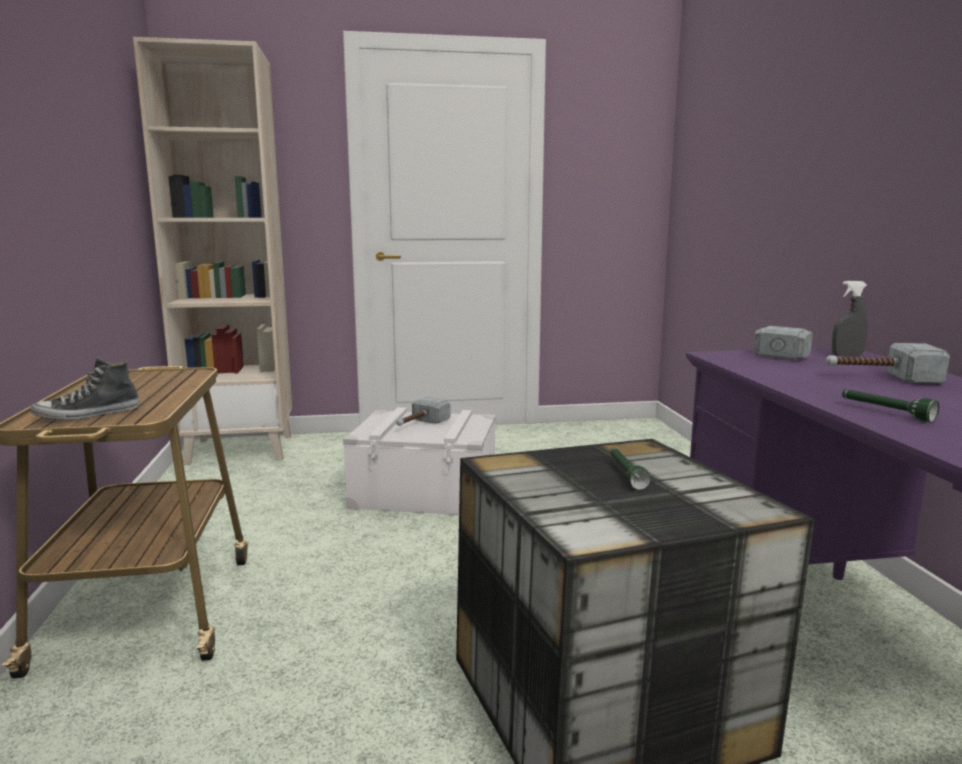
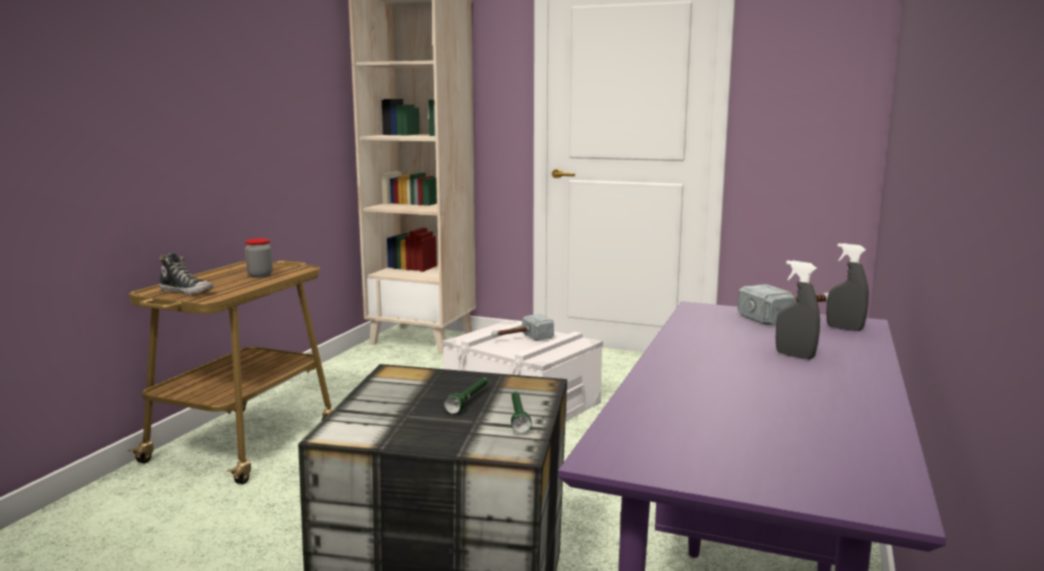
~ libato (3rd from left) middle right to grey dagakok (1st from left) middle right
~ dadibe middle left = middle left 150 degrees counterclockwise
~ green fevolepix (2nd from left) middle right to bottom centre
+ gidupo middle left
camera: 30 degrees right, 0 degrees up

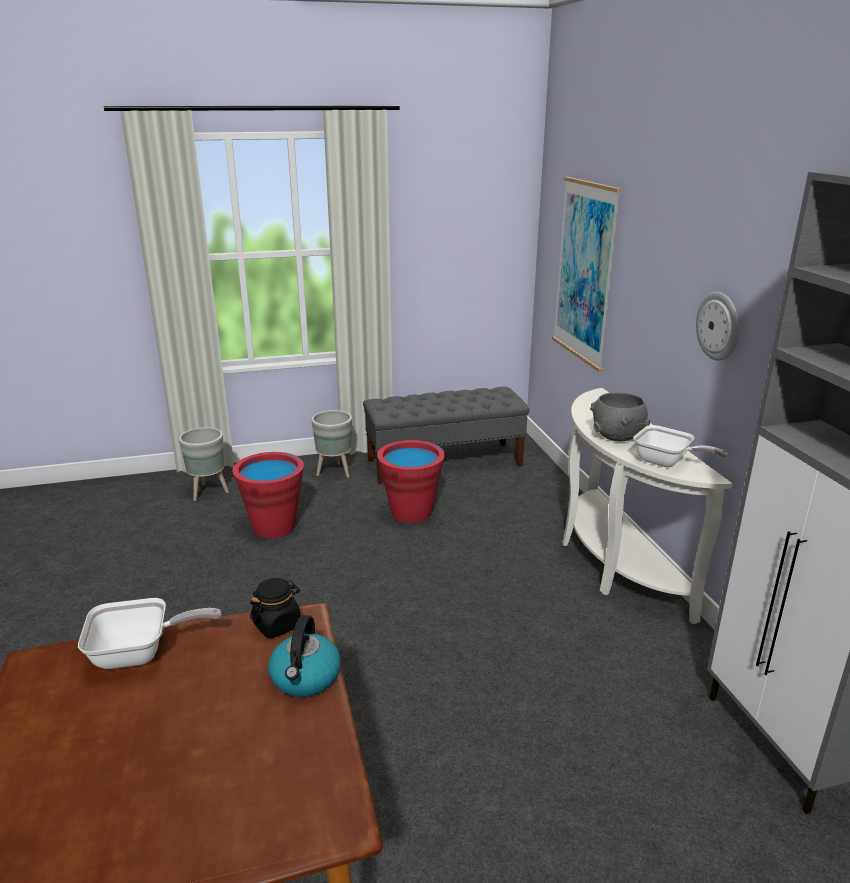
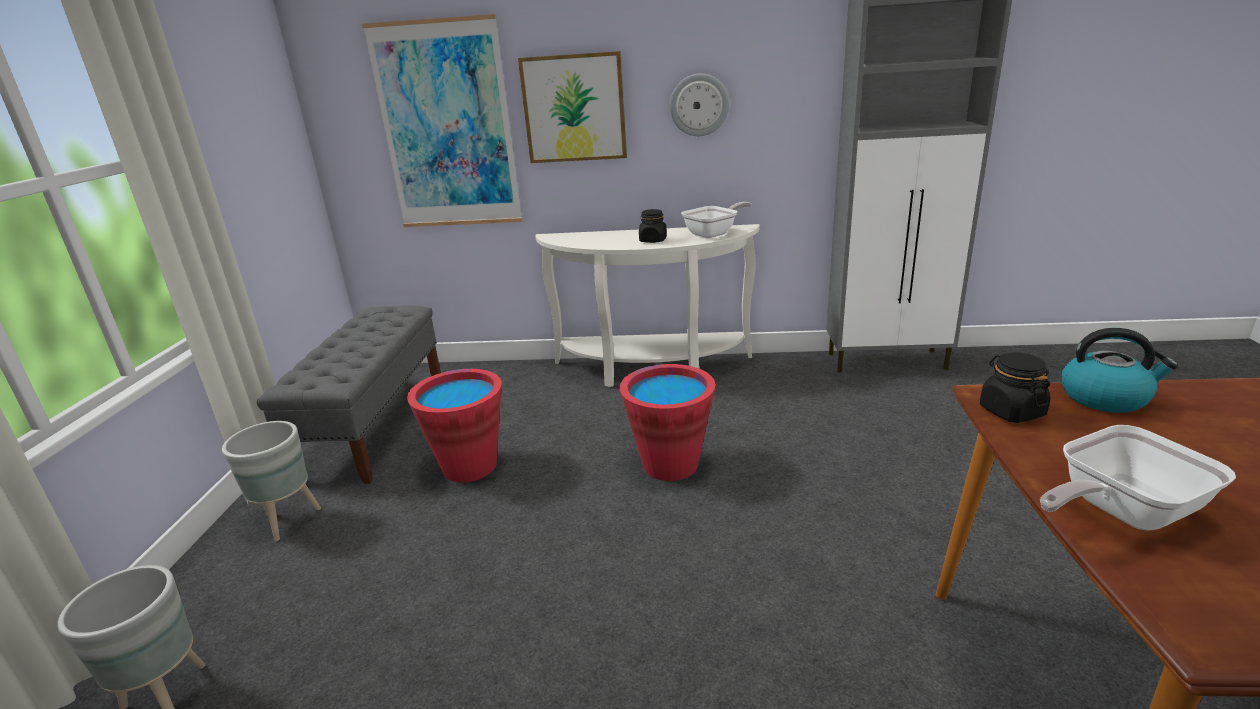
~ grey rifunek middle right to black gidupo (1st from left) top centre
~ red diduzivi (1st from left in the first image) middle left to red diduzivi (2nd from left) centre
~ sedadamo (1st from left in the first image) bottom left = bottom right 120 degrees counterclockwise
+ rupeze (2nd from left) top centre
camera: 70 degrees left, 0 degrees up

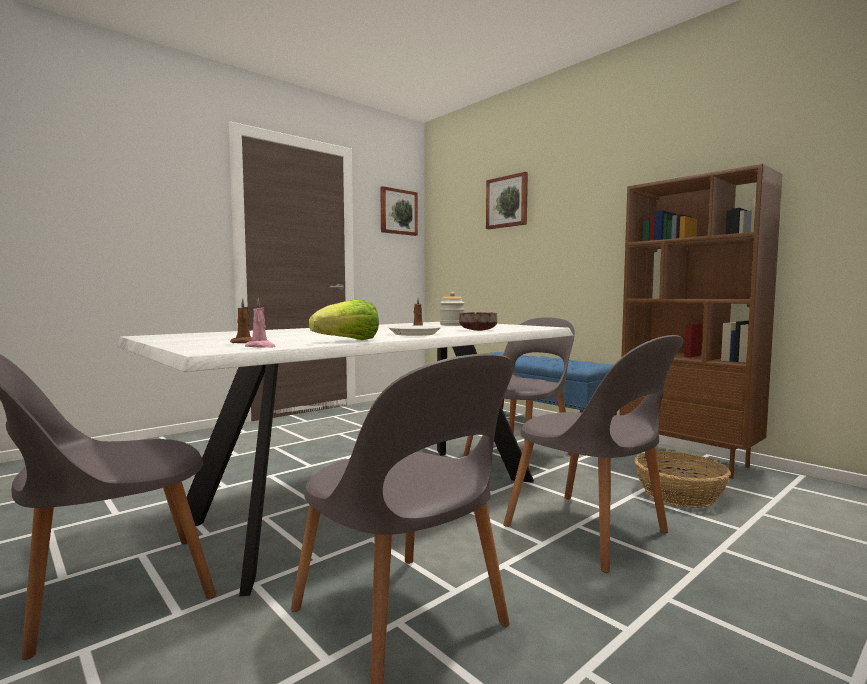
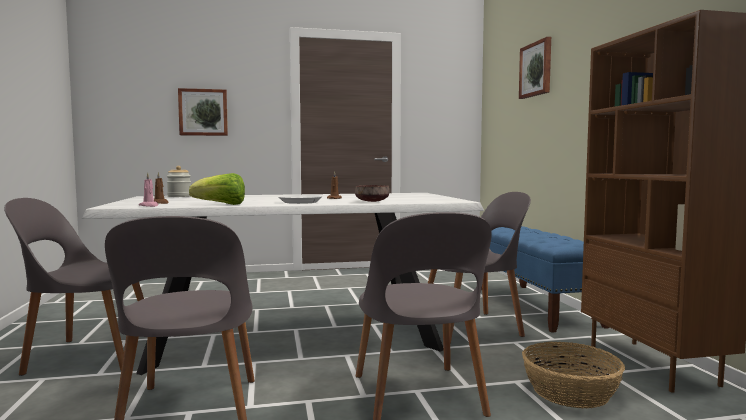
~ rupeze (1st from left) top centre to top left
~ gidupo centre to middle left
camera: 30 degrees right, 0 degrees up

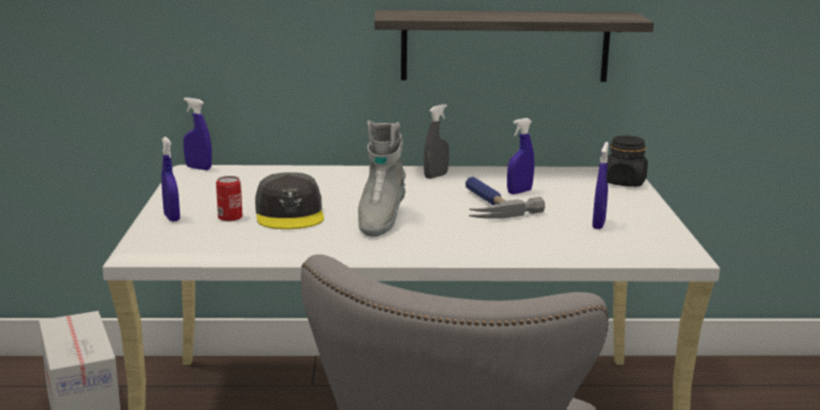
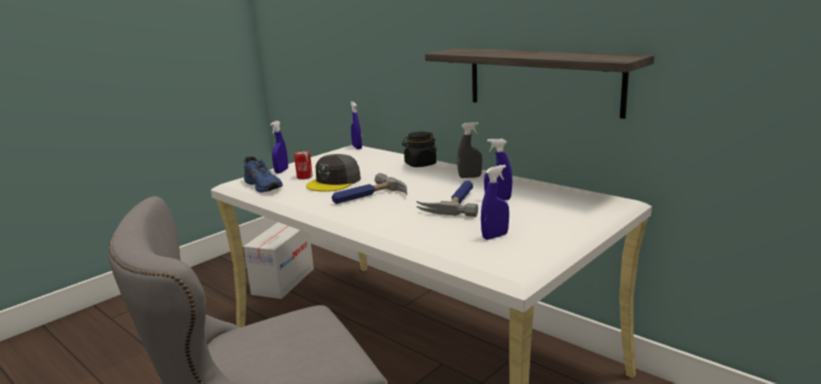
~ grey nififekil centre to libato (1st from left) centre
~ black gidupo middle right to centre
+ blue dadibe middle left
camera: 45 degrees right, 0 degrees up

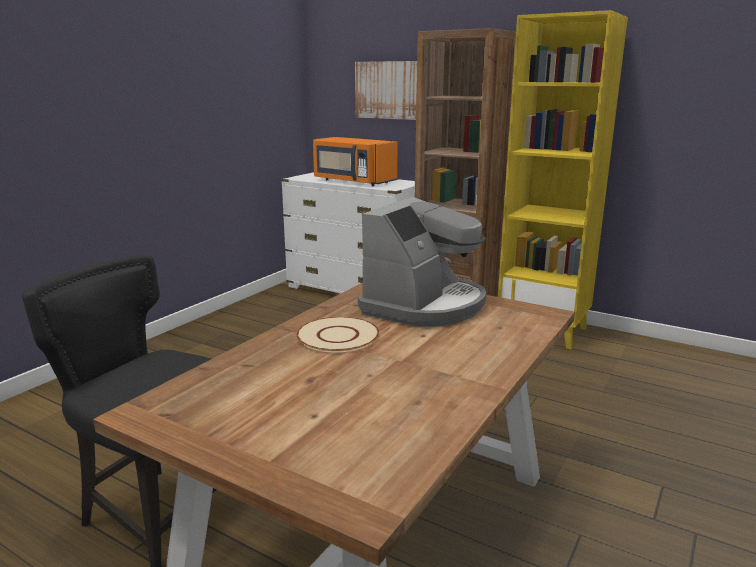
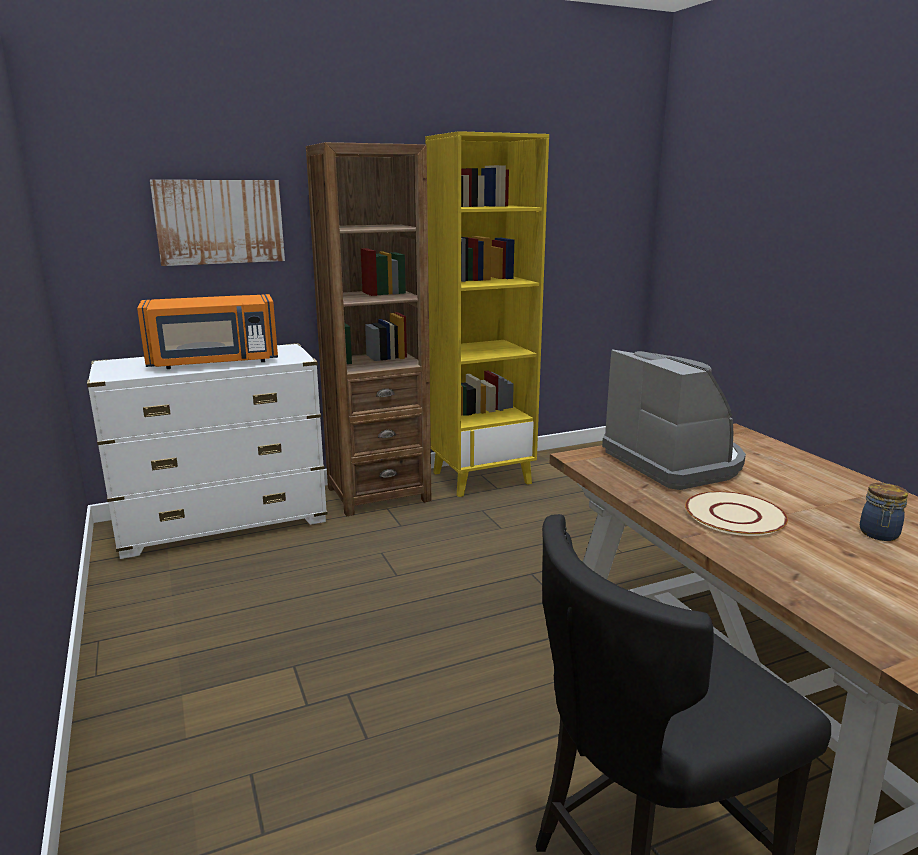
+ gidupo middle right
camera: 55 degrees left, 0 degrees up

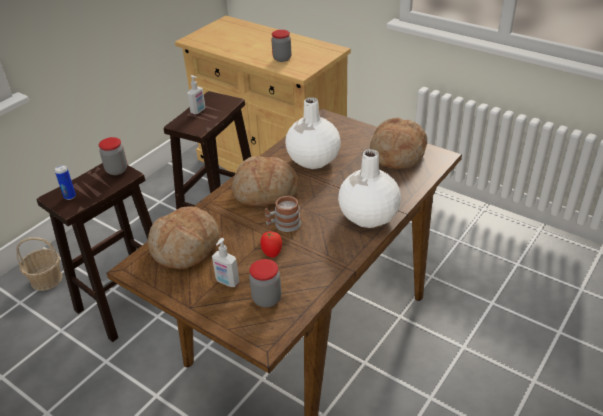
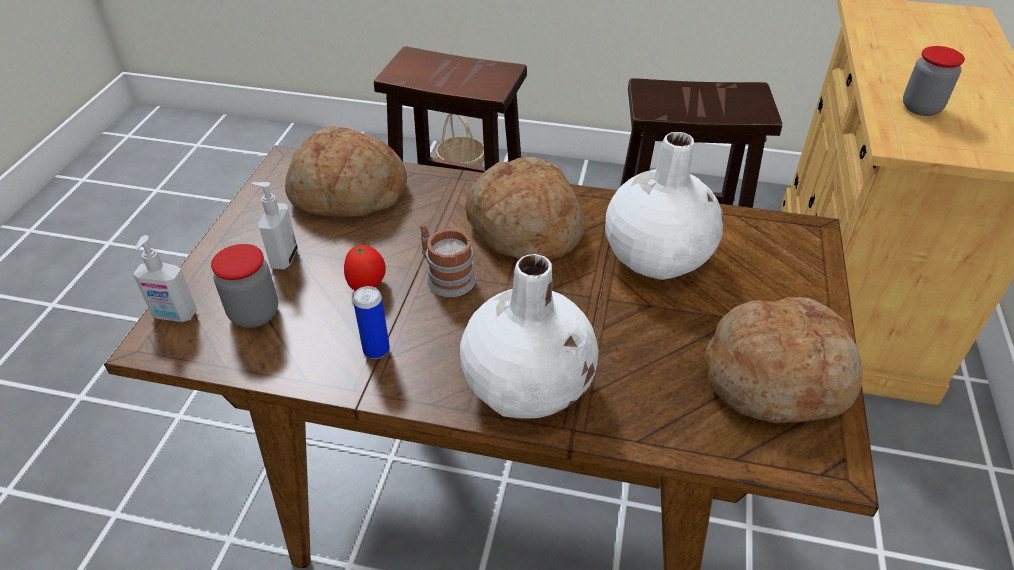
~ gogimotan (1st from left) top left to middle left
- gidupo (1st from left) middle left
~ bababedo middle left to centre
camera: 65 degrees right, 5 degrees up

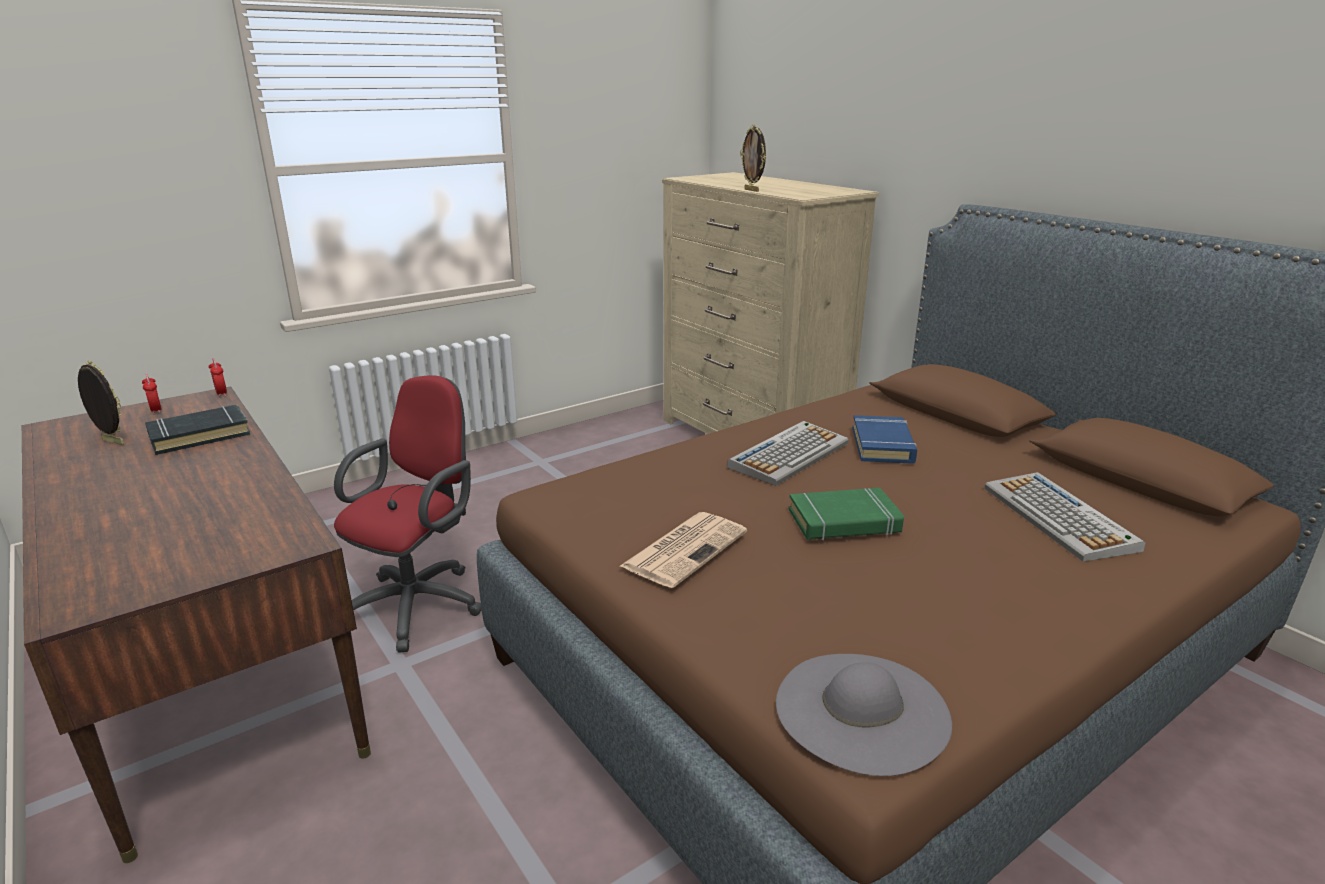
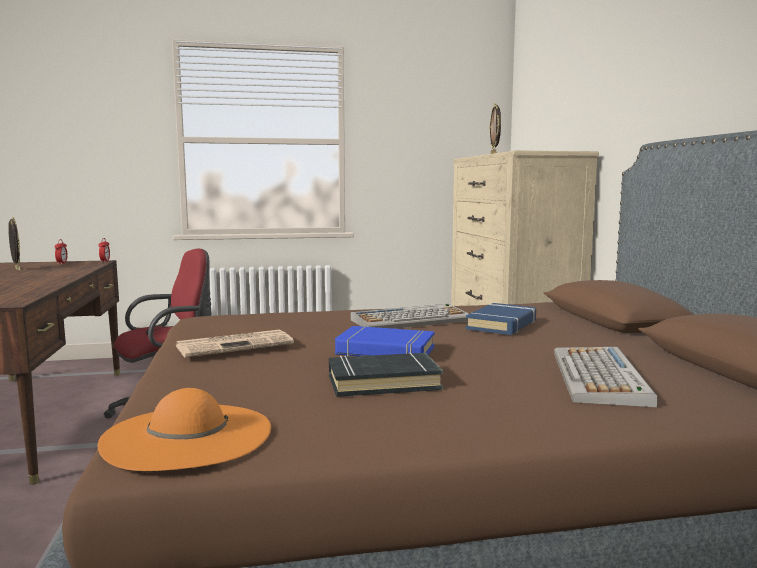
~ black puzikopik middle left to centre
~ green puzikopik centre to blue puzikopik (1st from left) centre
~ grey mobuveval bottom centre to orange mobuveval bottom left
camera: 25 degrees right, 15 degrees down

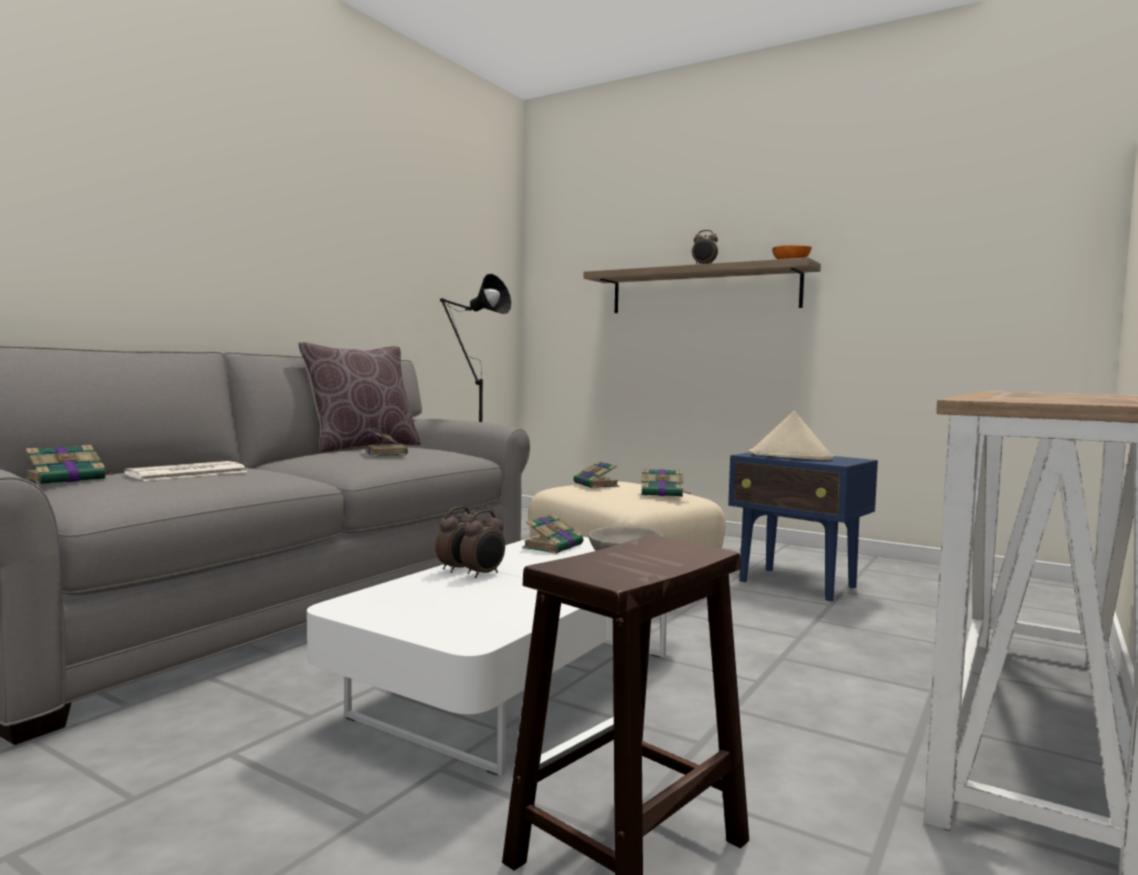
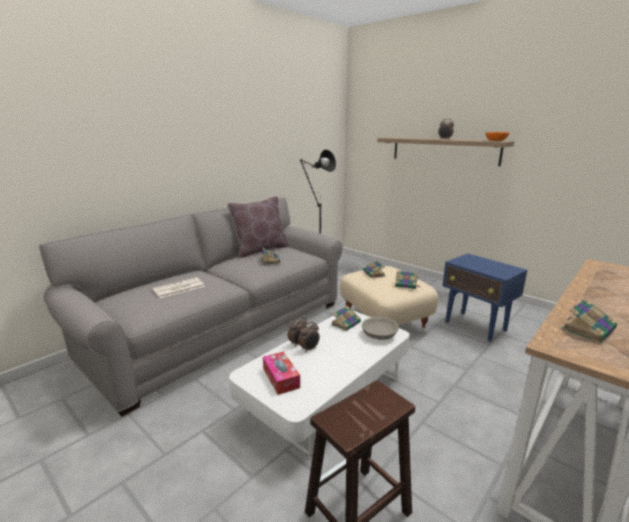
- beige mobuveval middle right
~ puzikopik (1st from left in the first image) middle left to puzikopik (5th from left) middle right
+ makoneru bottom centre
camera: 10 degrees right, 15 degrees up

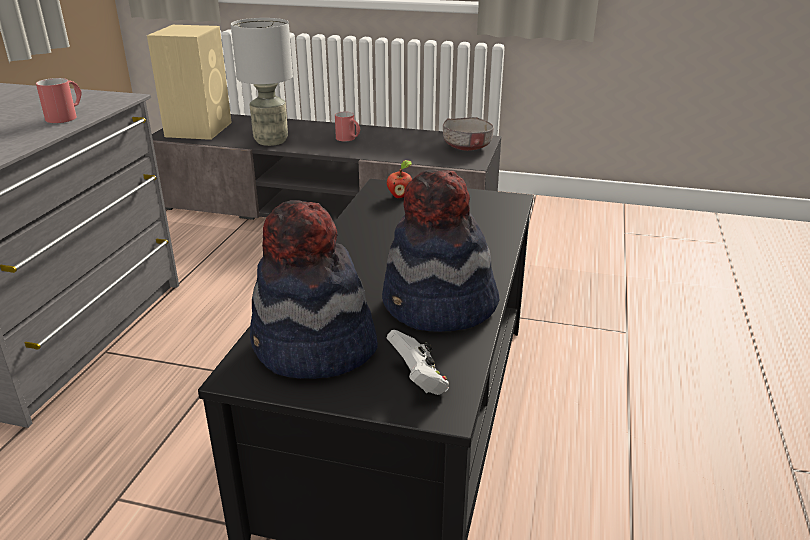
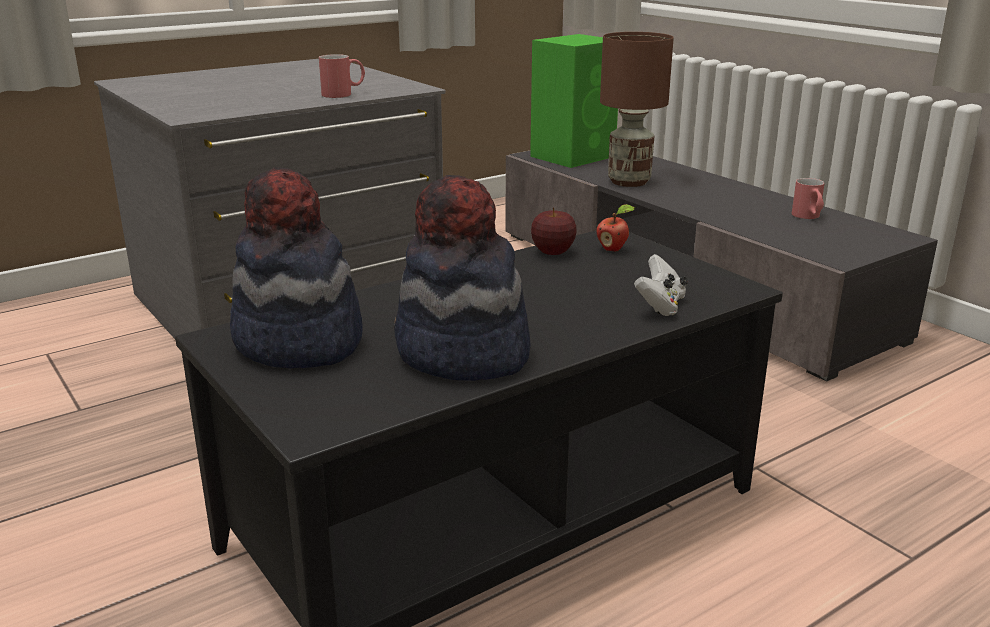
~ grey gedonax top left to brown gedonax top centre
~ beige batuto top left to green batuto top centre
~ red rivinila (2nd from left) top centre to top right
- grey rifunek top centre
~ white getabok bottom centre to middle right
+ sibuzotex (1st from left) centre
camera: 40 degrees right, 5 degrees down

